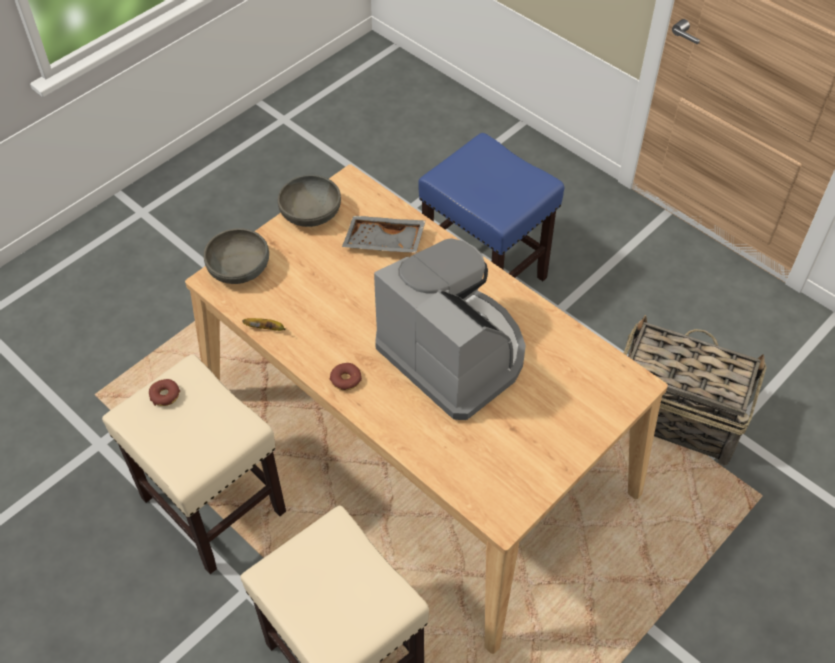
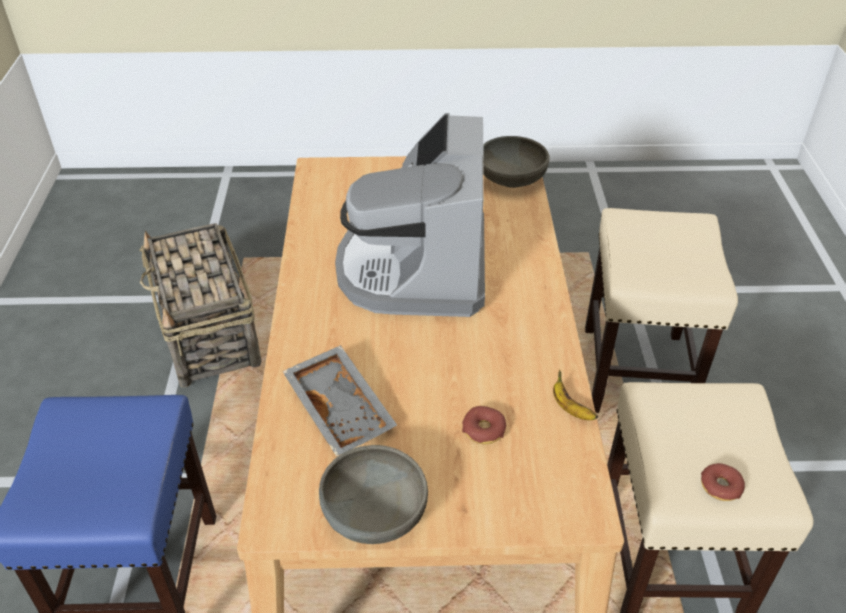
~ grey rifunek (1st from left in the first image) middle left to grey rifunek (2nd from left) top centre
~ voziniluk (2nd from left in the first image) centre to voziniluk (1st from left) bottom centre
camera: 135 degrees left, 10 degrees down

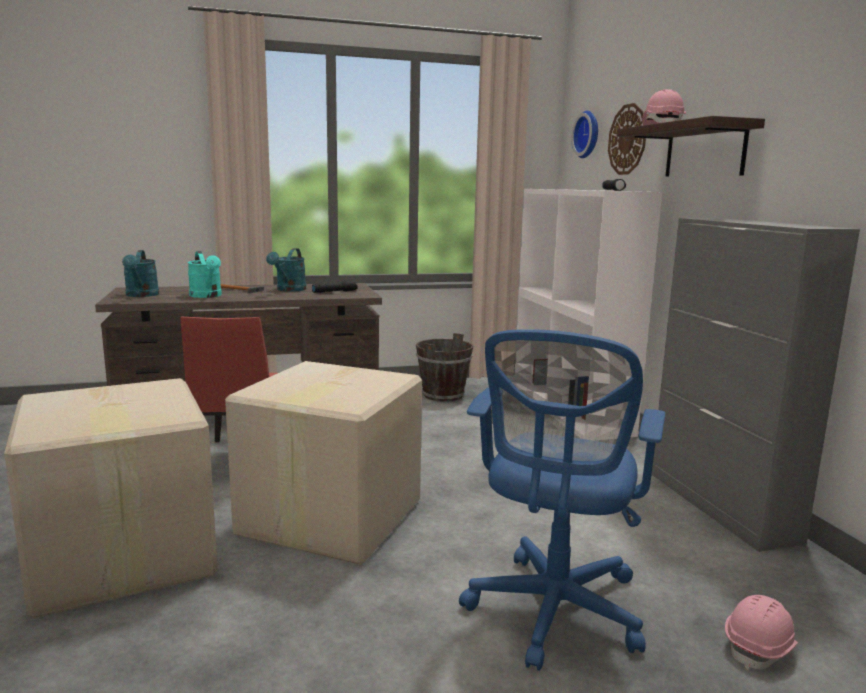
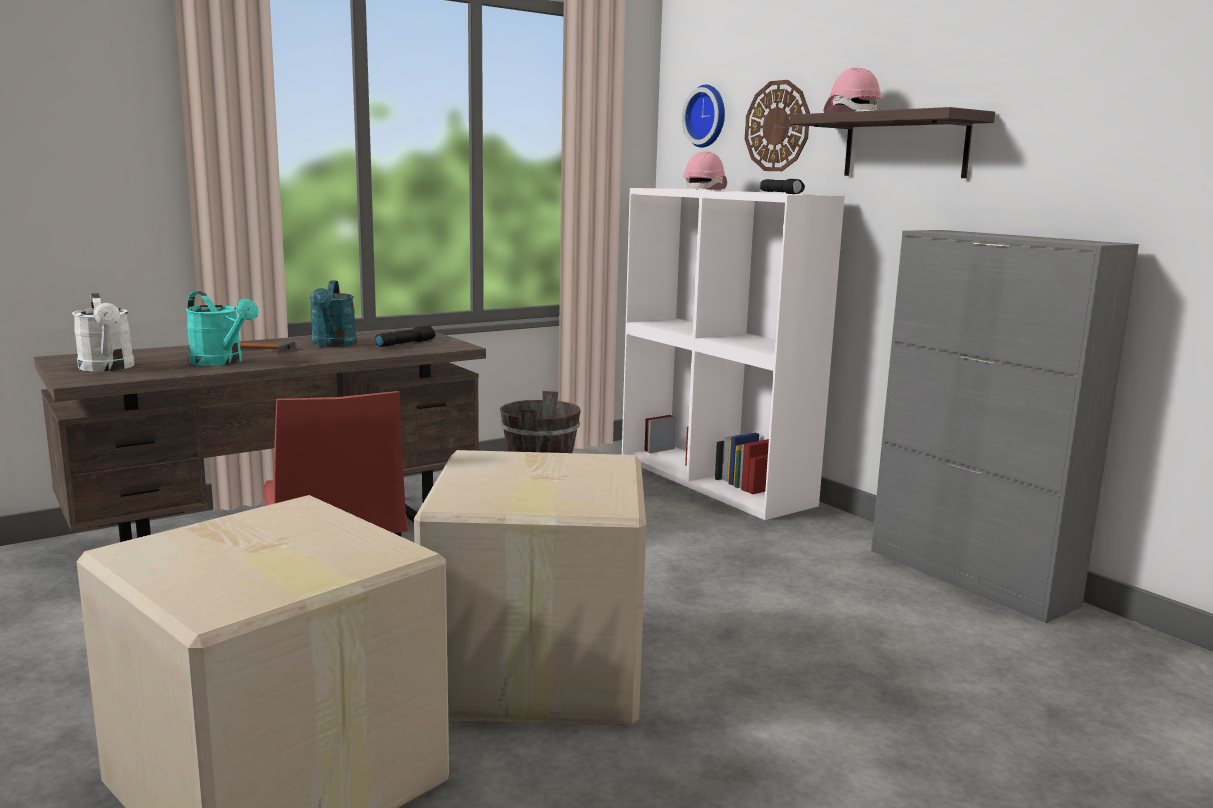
~ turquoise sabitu (1st from left) middle left to white sabitu middle left
- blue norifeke bottom centre
~ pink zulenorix (2nd from left in the first image) bottom right to pink zulenorix (1st from left) top centre
camera: 20 degrees left, 0 degrees up

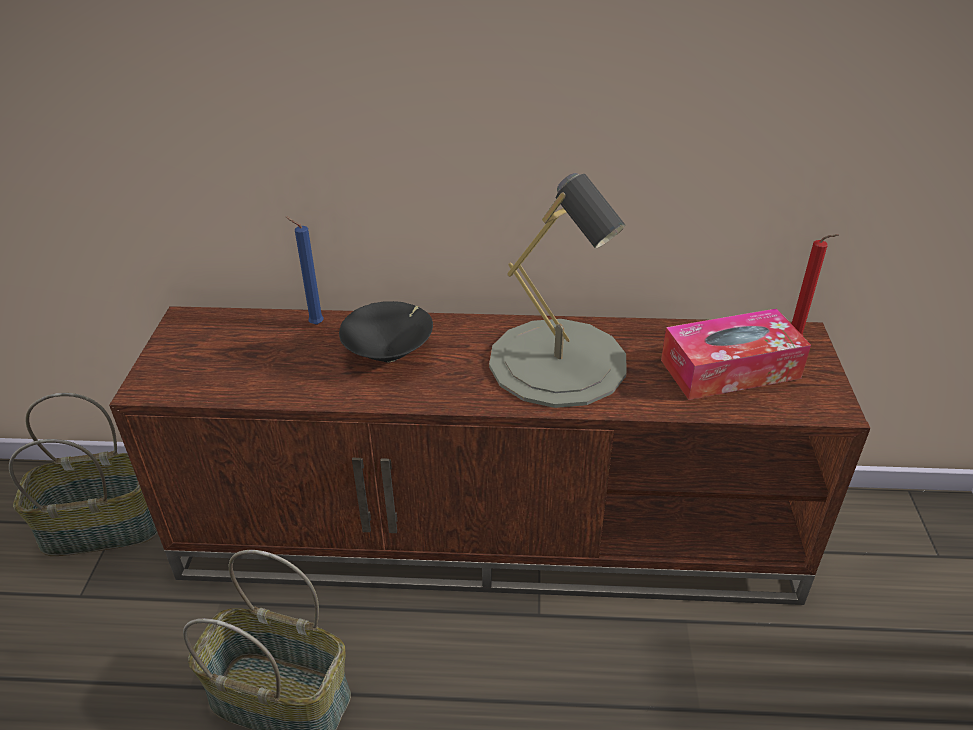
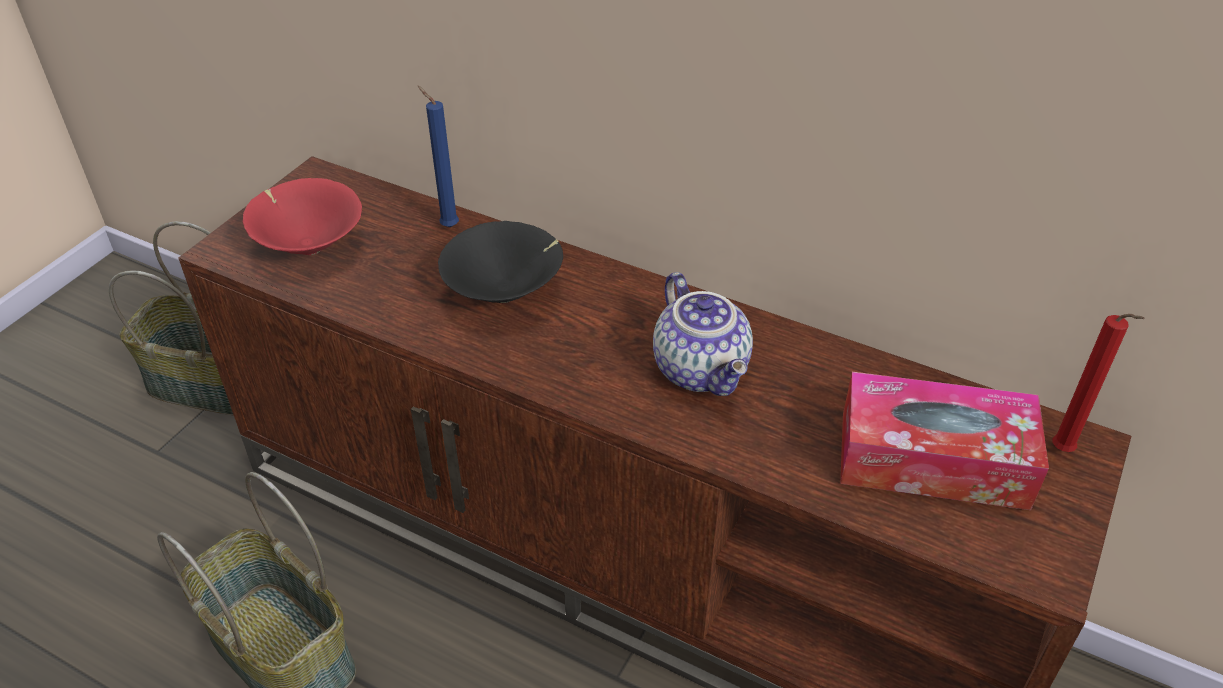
~ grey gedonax centre to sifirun centre
+ red rifunek top left
camera: 25 degrees right, 5 degrees up

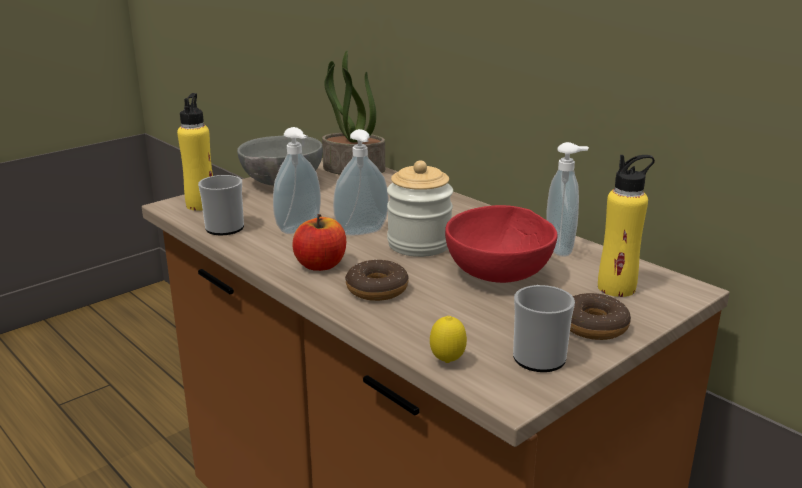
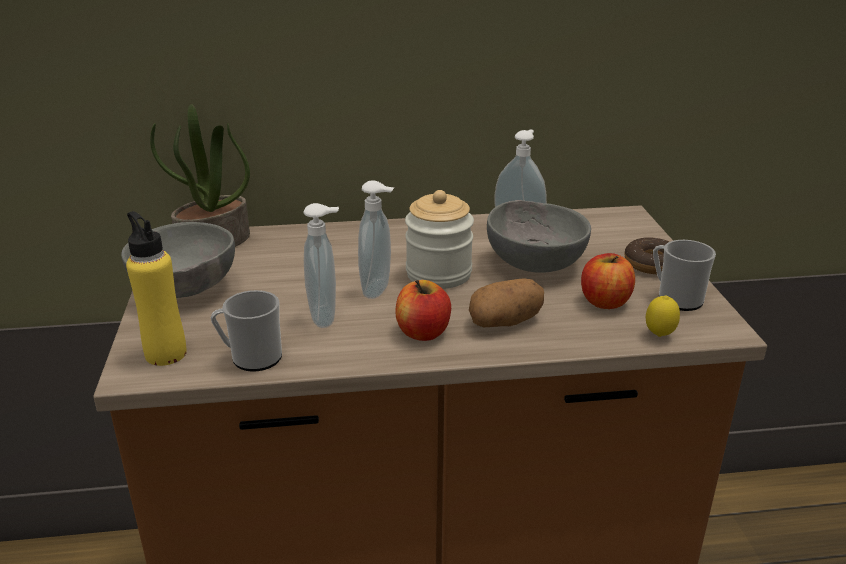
- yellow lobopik (2nd from left) middle right
~ red rifunek centre to grey rifunek (2nd from left) centre
~ voziniluk (1st from left) centre to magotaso centre
+ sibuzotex (2nd from left) middle right
camera: 55 degrees left, 5 degrees up

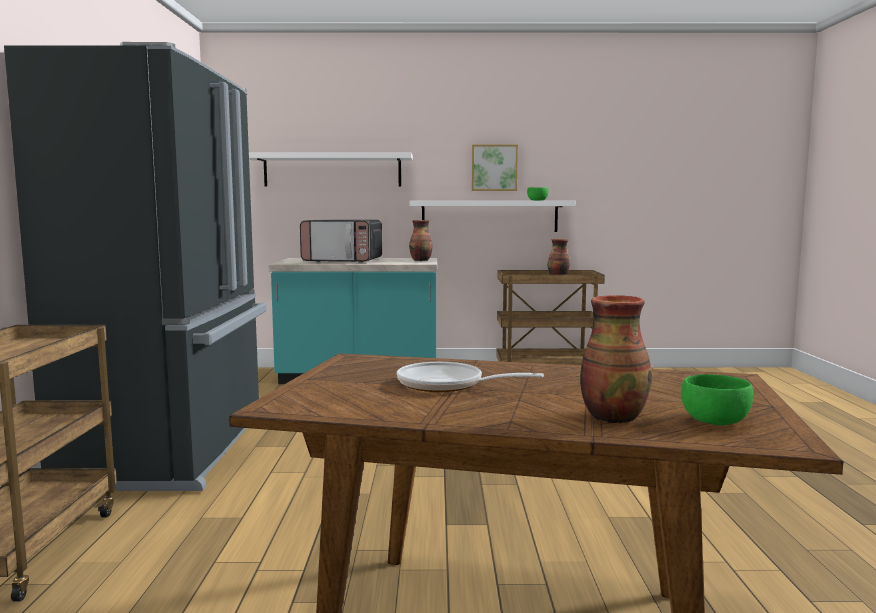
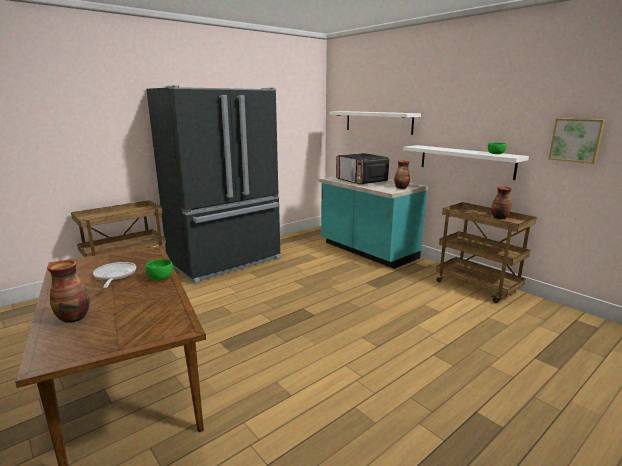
~ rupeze top centre to top right
~ green rifunek (2nd from left in the first image) middle right to green rifunek (1st from left) middle left
camera: 50 degrees right, 10 degrees up

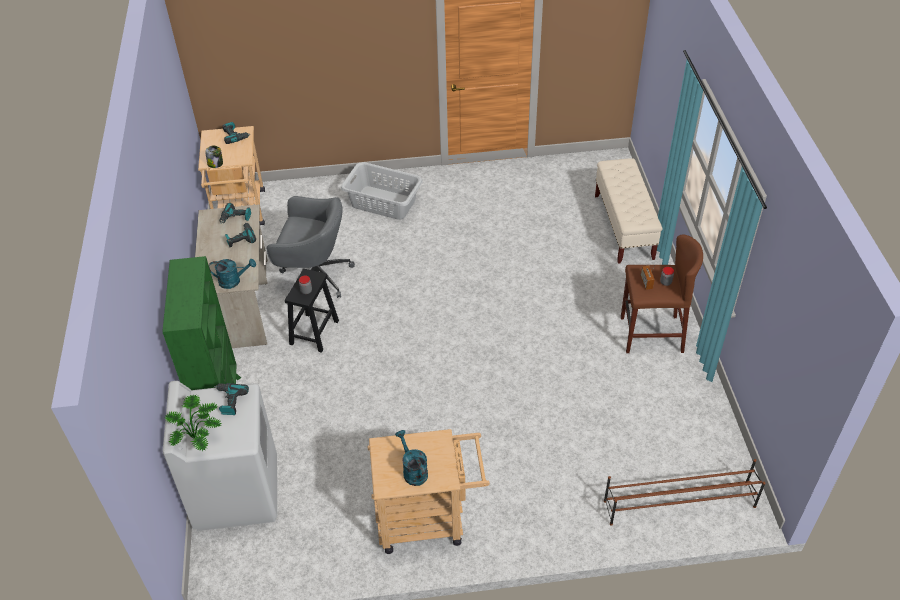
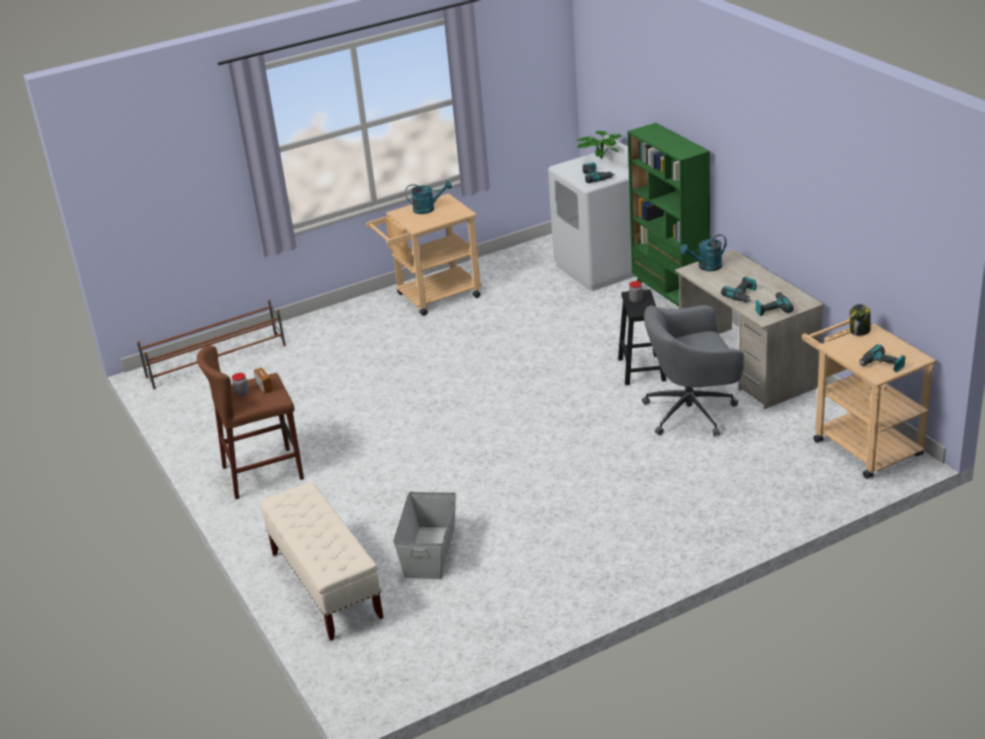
- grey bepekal top centre
~ turquoise sabitu (2nd from left in the first image) bottom centre = top centre 45 degrees counterclockwise
+ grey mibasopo bottom centre
camera: 160 degrees right, 15 degrees down

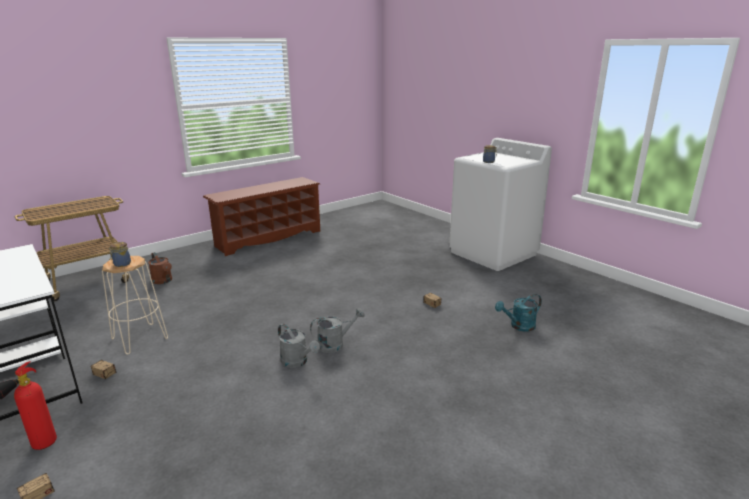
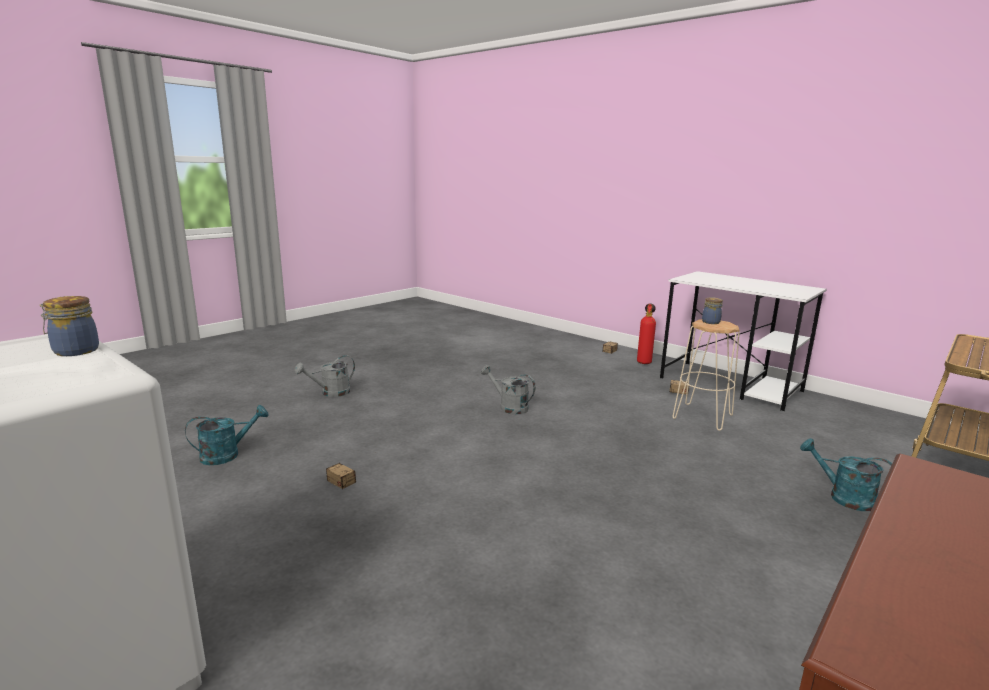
~ brown sabitu middle left to turquoise sabitu (2nd from left) bottom right
~ grey sabitu (2nd from left in the first image) centre to grey sabitu (1st from left) middle left
camera: 170 degrees right, 5 degrees down

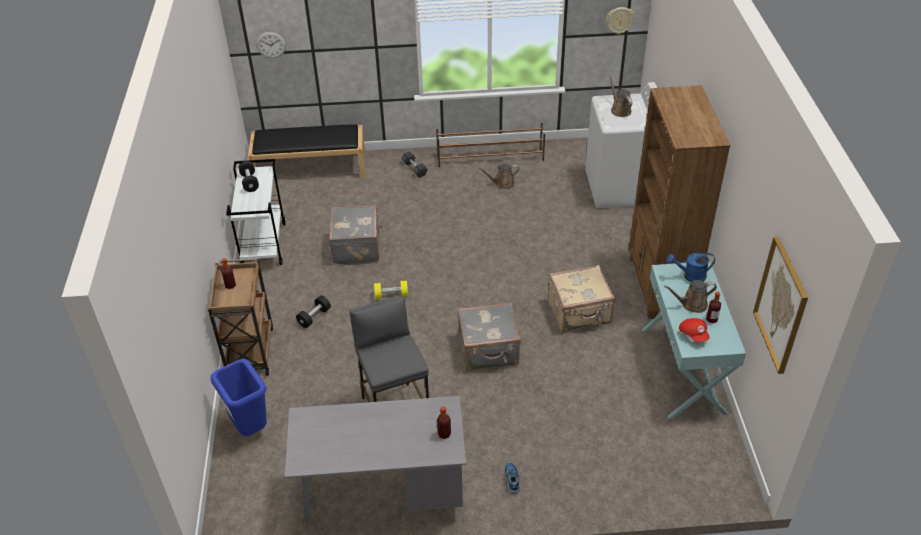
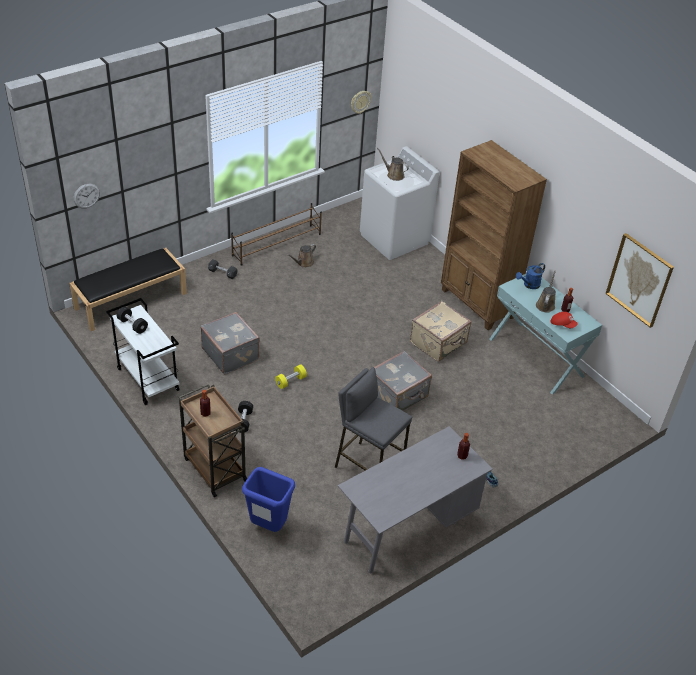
~ brown sabitu (3rd from left) middle right = middle right 150 degrees clockwise
camera: 35 degrees left, 0 degrees up

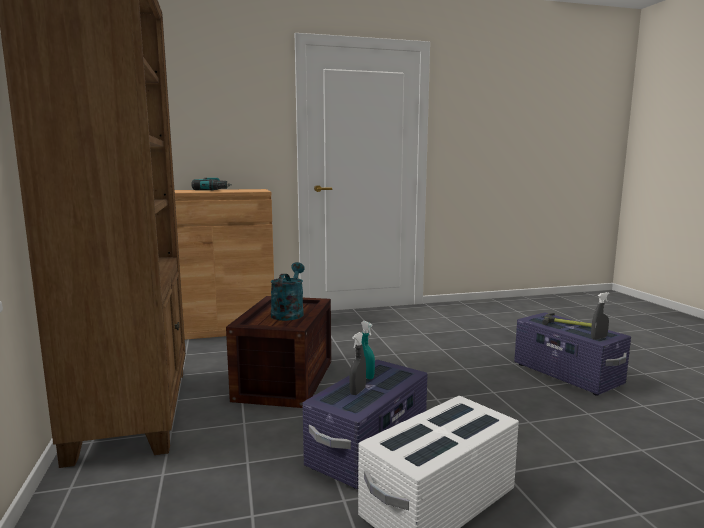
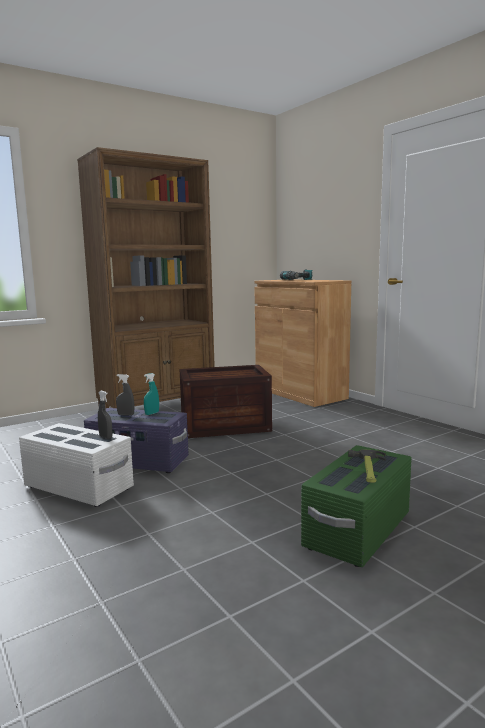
- turquoise sabitu centre
~ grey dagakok (2nd from left in the first image) middle right to grey dagakok (1st from left) middle left
~ purple mibasopo (2nd from left) bottom right to green mibasopo bottom right
camera: 70 degrees right, 0 degrees up

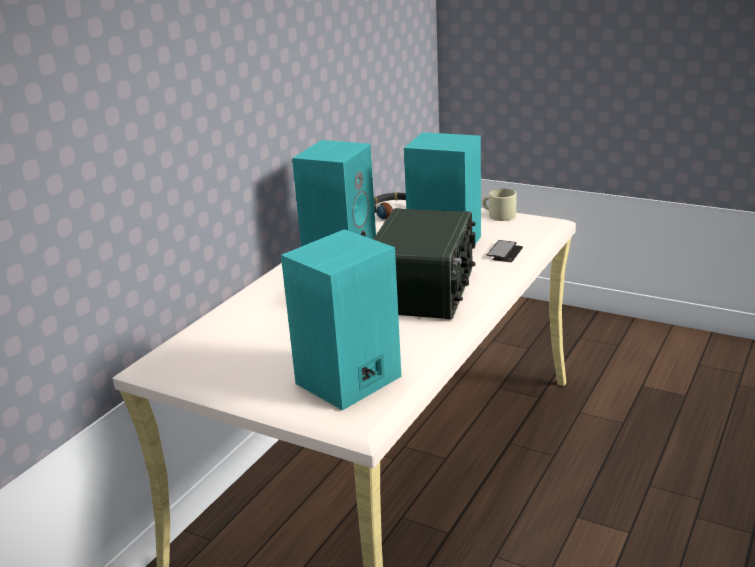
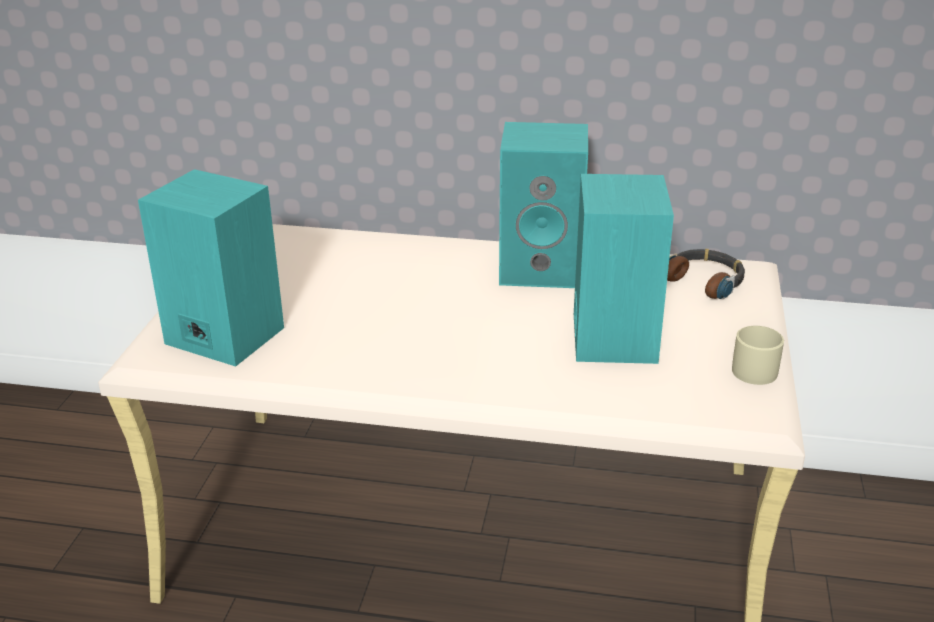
- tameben centre
- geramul middle right
camera: 70 degrees right, 5 degrees up

